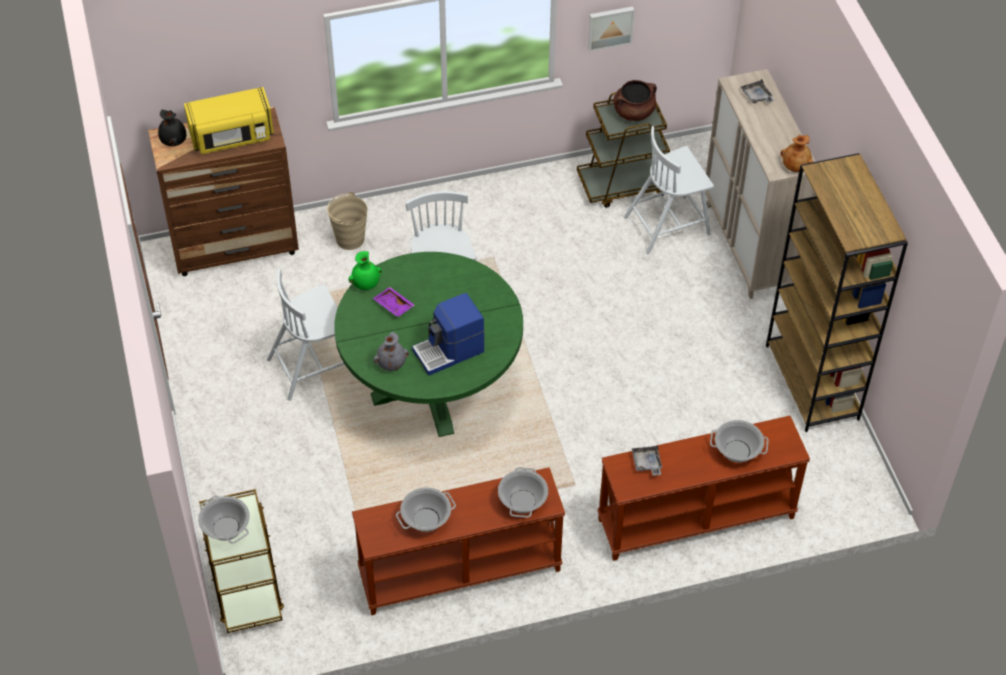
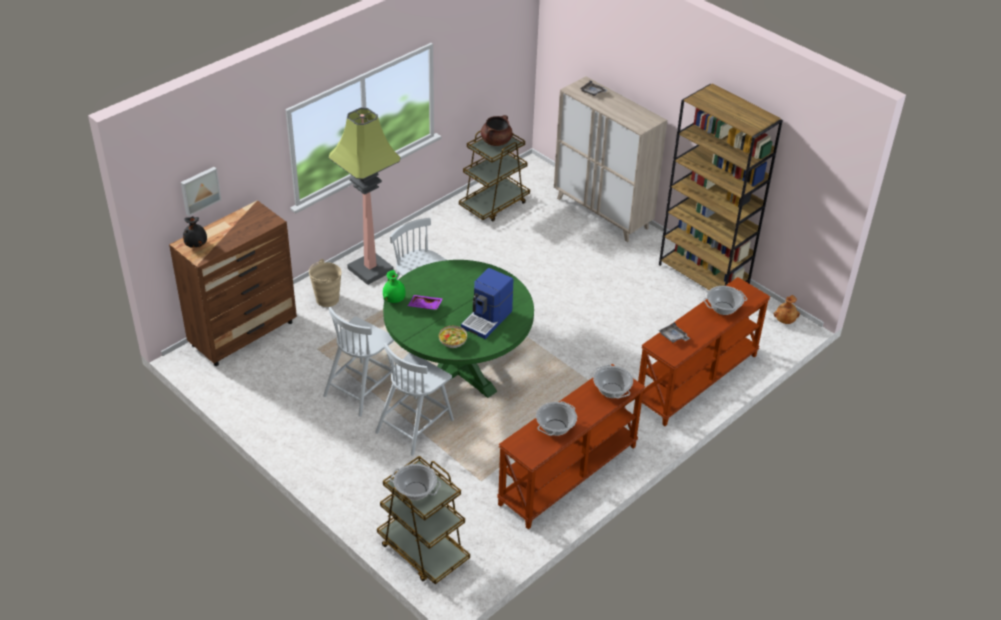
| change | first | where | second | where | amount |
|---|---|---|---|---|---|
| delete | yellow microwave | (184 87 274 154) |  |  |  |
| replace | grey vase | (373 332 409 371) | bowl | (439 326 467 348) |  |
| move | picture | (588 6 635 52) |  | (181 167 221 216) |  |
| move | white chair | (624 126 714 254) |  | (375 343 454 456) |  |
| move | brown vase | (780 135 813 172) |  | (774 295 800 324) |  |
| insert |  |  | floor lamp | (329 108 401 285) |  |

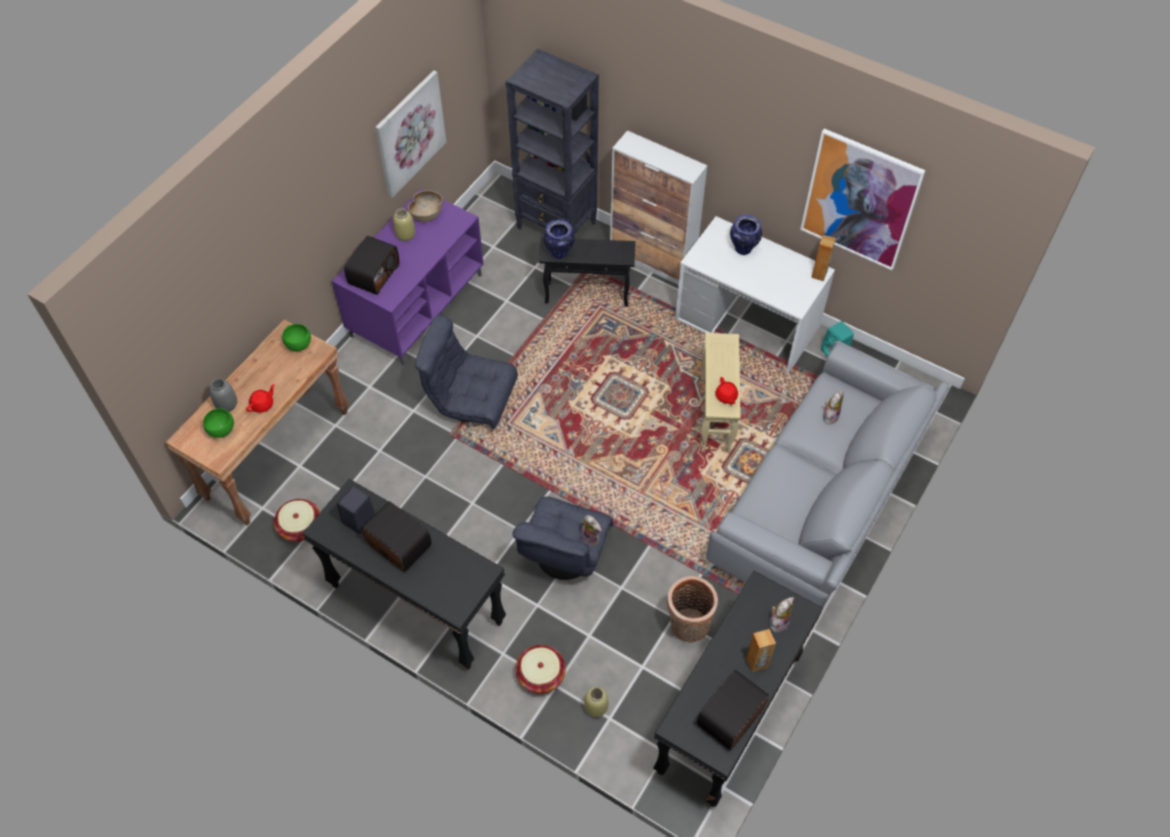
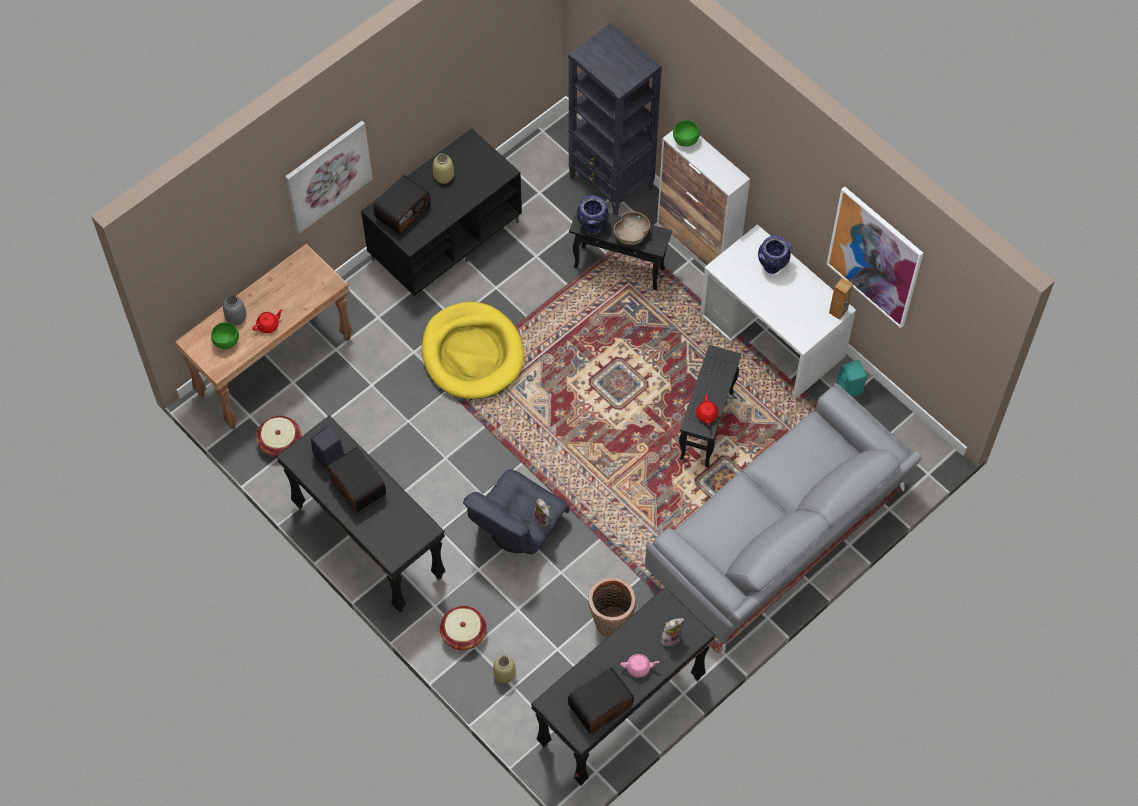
| change | first | where | second | where | amount |
|---|---|---|---|---|---|
| move | green bowl | (282 324 311 351) |  | (673 120 700 147) |  |
| recolor | purple tv stand | (332 189 483 365) | black tv stand | (361 128 522 302) |  |
| move | picture | (375 70 446 198) |  | (285 121 373 234) |  |
| move | brown bowl | (408 191 443 222) |  | (614 212 650 245) |  |
| replace | grey armchair | (415 315 518 429) | yellow dog bed | (422 302 524 399) |  |
| recolor | beige side table | (701 333 741 453) | black side table | (679 345 741 467) |  |
| replace | brown speaker | (746 629 776 672) | pink teapot | (620 654 659 678) |  |
| delete | plush toy | (823 391 843 425) |  |  |  |

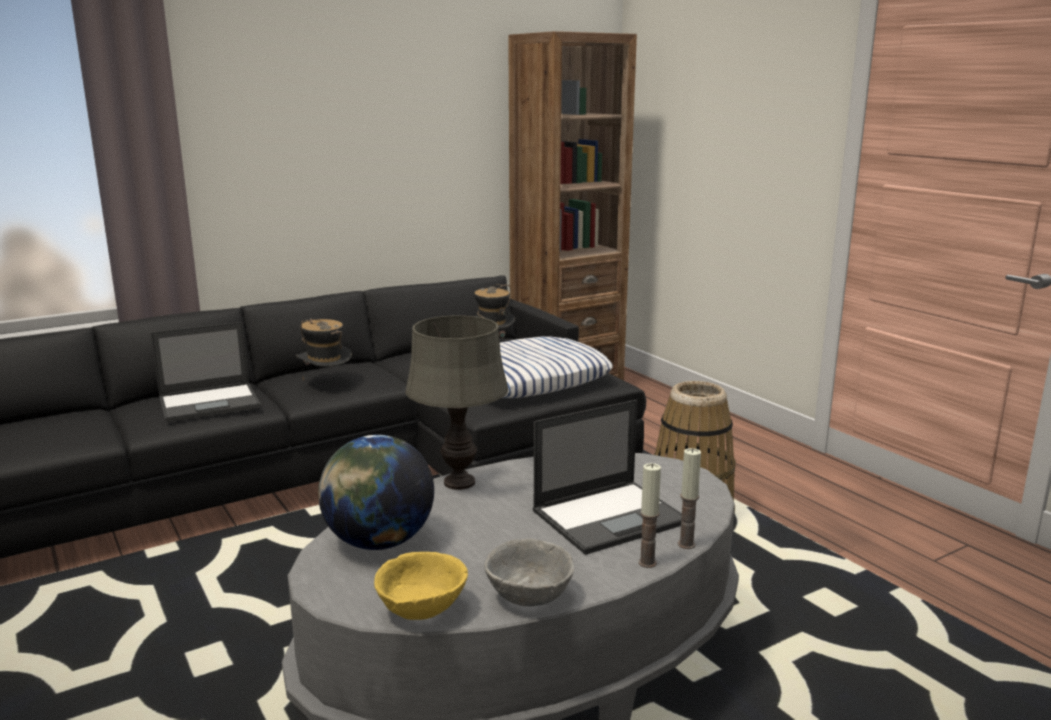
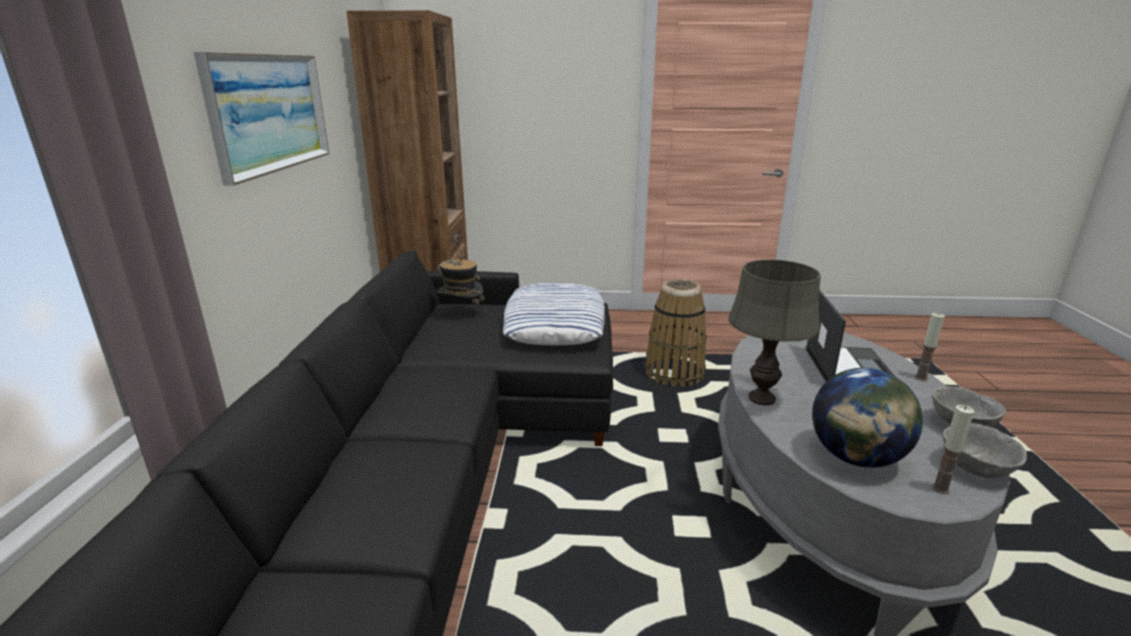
| change | first | where | second | where | amount |
|---|---|---|---|---|---|
| delete | laptop | (151 322 261 422) |  |  |  |
| delete | hat | (296 319 352 381) |  |  |  |
| recolor | yellow bowl | (374 552 468 620) | grey bowl | (943 423 1027 478) |  |
| move | candle | (678 448 701 549) |  | (931 405 974 494) |  |
| insert |  |  | picture | (194 52 329 186) |  |

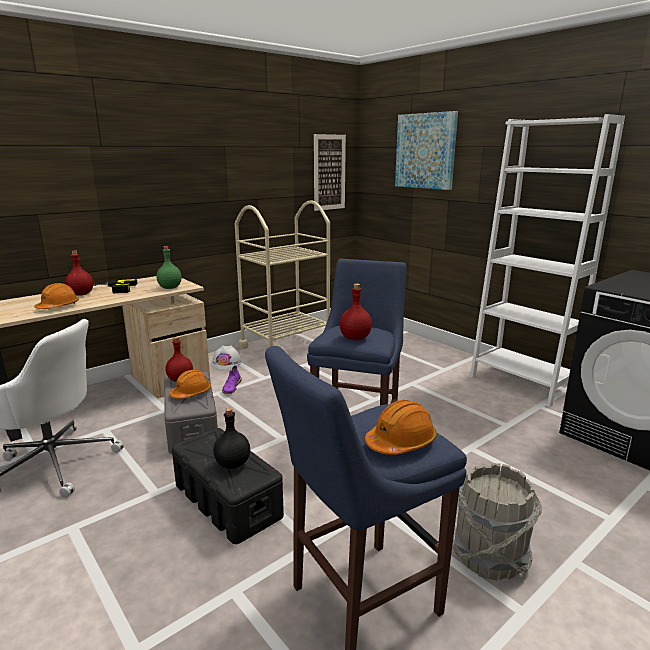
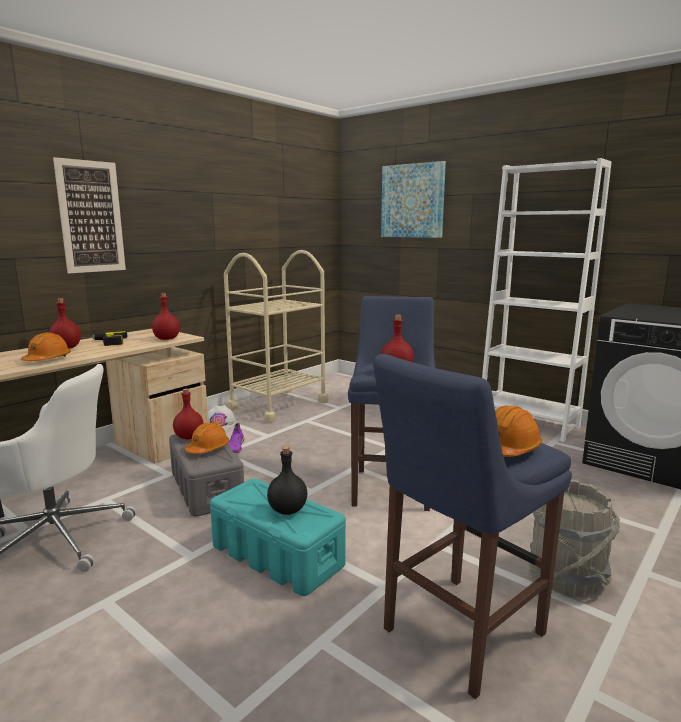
| change | first | where | second | where | amount |
|---|---|---|---|---|---|
| recolor | green bottle | (156 246 182 289) | red bottle | (152 293 180 340) |  |
| recolor | black storage box | (172 428 284 544) | turquoise storage box | (210 479 346 596) |  |
| move | picture | (314 134 346 211) |  | (53 157 126 274) |  |

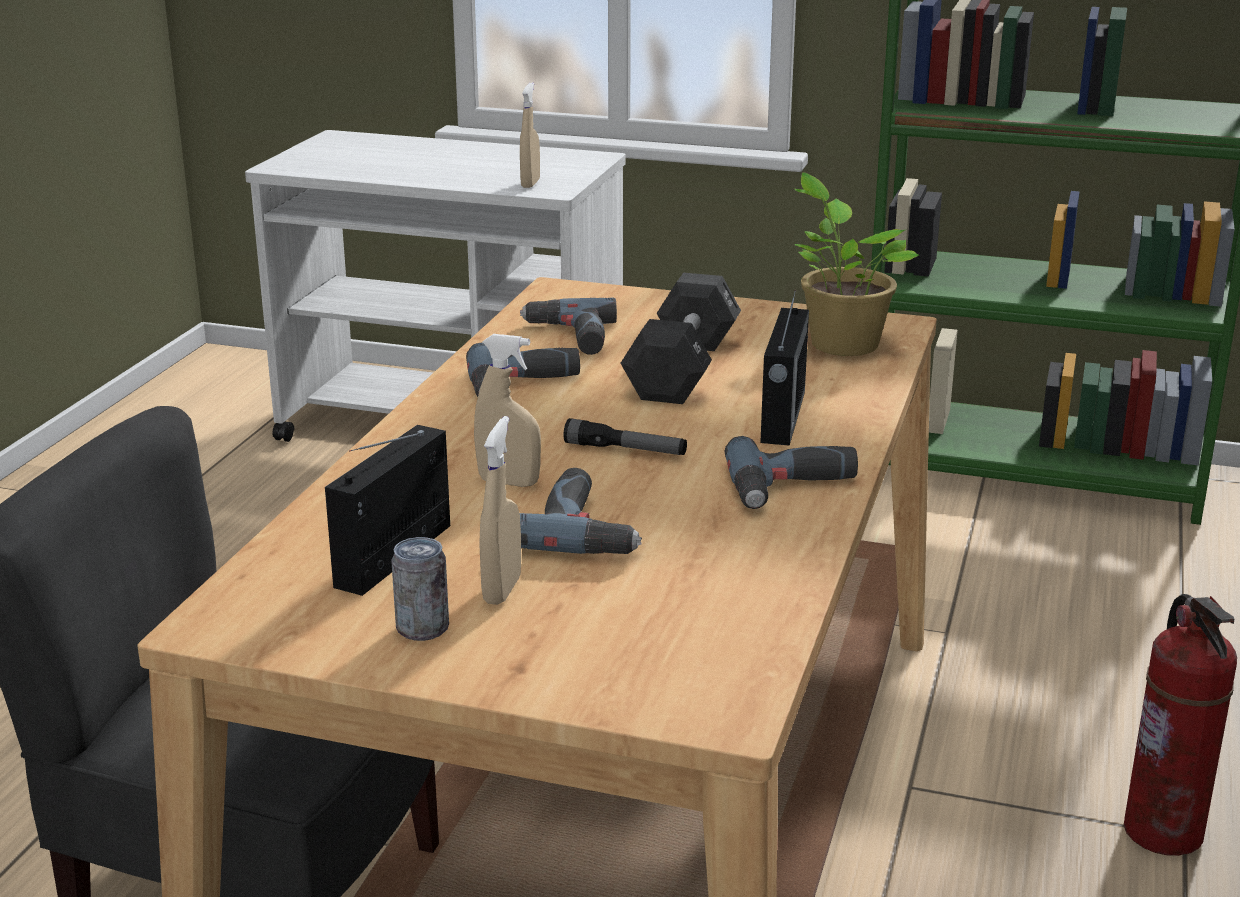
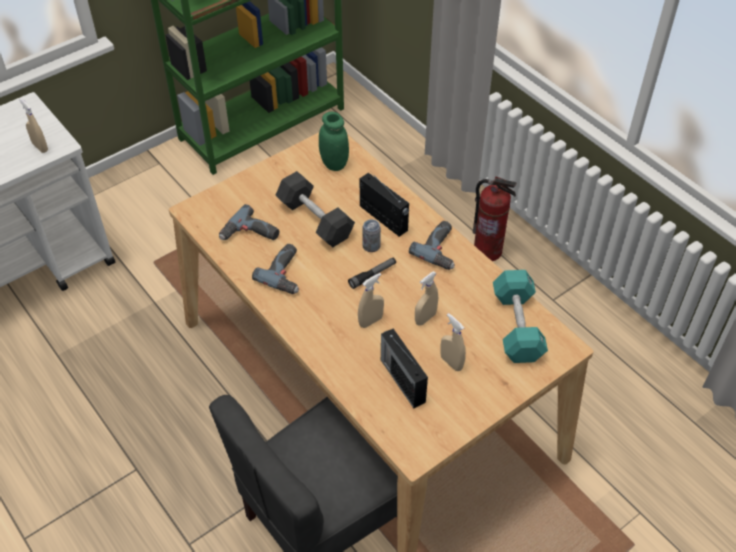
| change | first | where | second | where | amount |
|---|---|---|---|---|---|
| move | can | (391 537 449 641) |  | (362 219 381 252) |  |
| replace | power drill | (520 468 642 554) | beige spray bottle | (415 271 438 326) |  |
| replace | potted plant | (794 172 919 356) | green jar | (319 112 349 171) |  |
| insert |  |  | turquoise dumbbell | (493 270 548 363) |  |

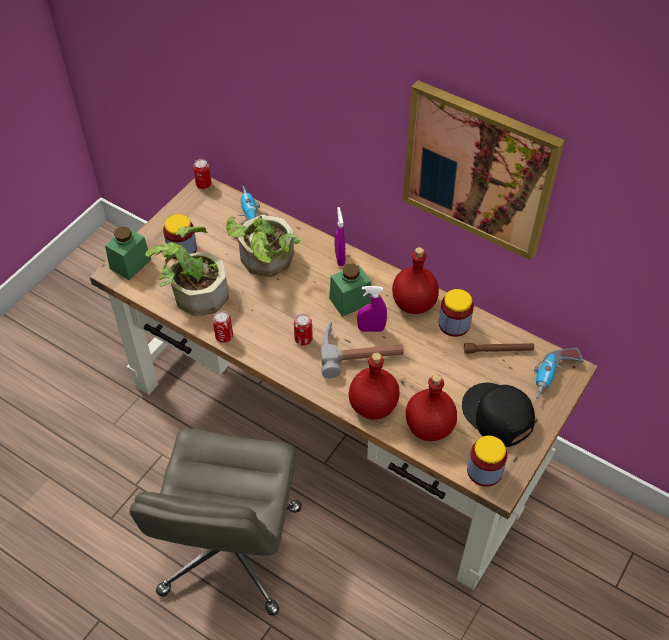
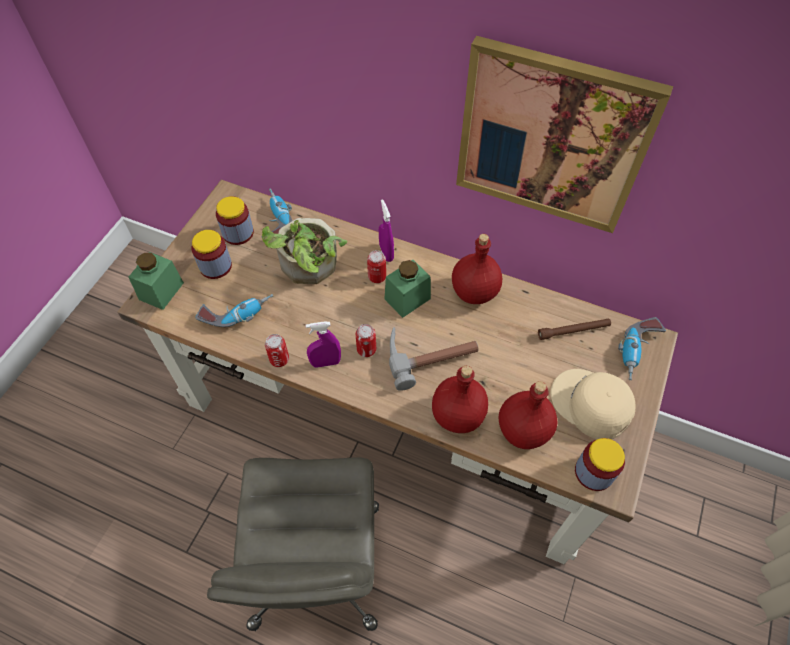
| change | first | where | second | where | amount |
|---|---|---|---|---|---|
| replace | potted plant | (145 226 229 316) | power drill | (195 294 273 327) |  |
| move | can | (193 159 212 189) |  | (367 250 386 283) |  |
| move | purple spray bottle | (357 286 387 332) |  | (306 321 341 368) |  |
| move | jar | (439 289 474 337) |  | (216 196 254 245) |  |
| recolor | black cap | (462 383 535 447) | beige cap | (551 369 636 440) |  |

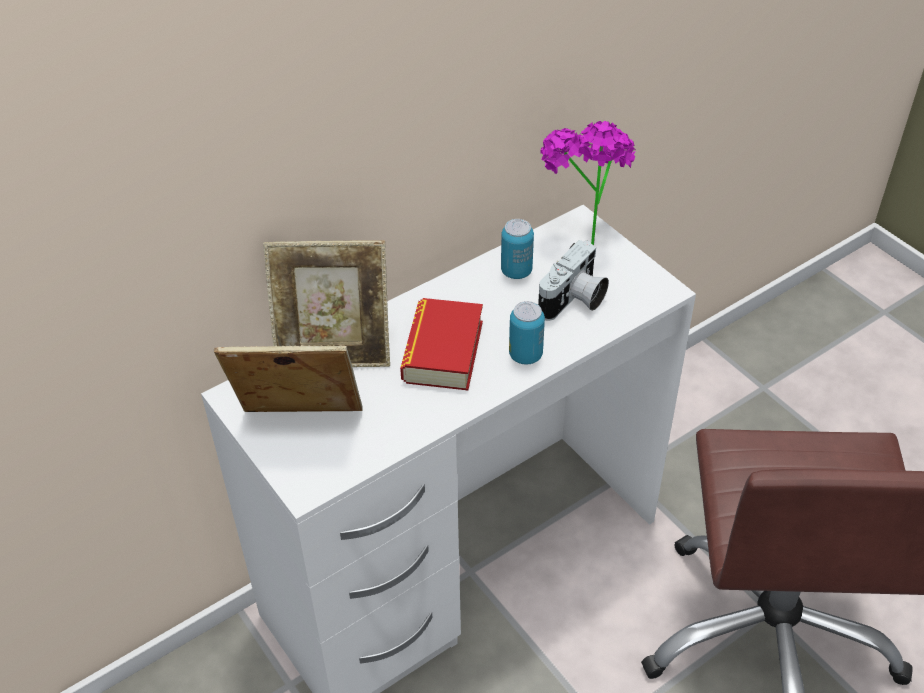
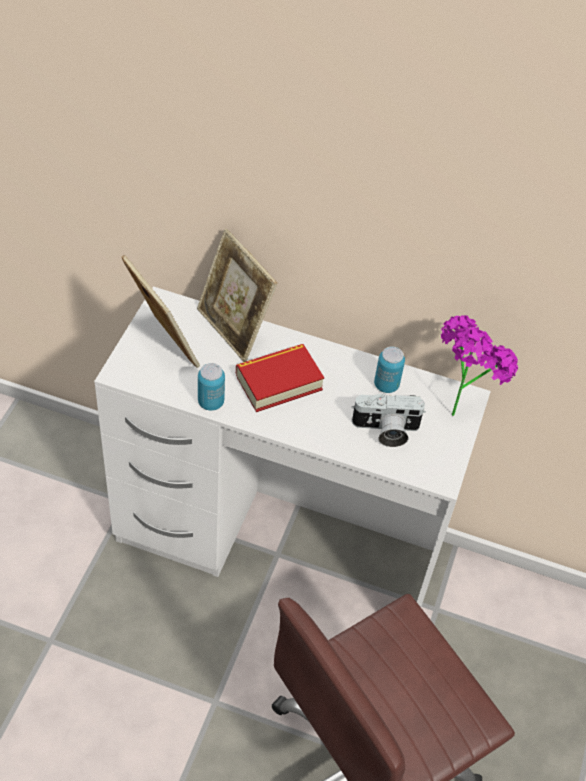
| change | first | where | second | where | amount |
|---|---|---|---|---|---|
| move | can | (509 301 545 365) |  | (198 363 225 411) |  |

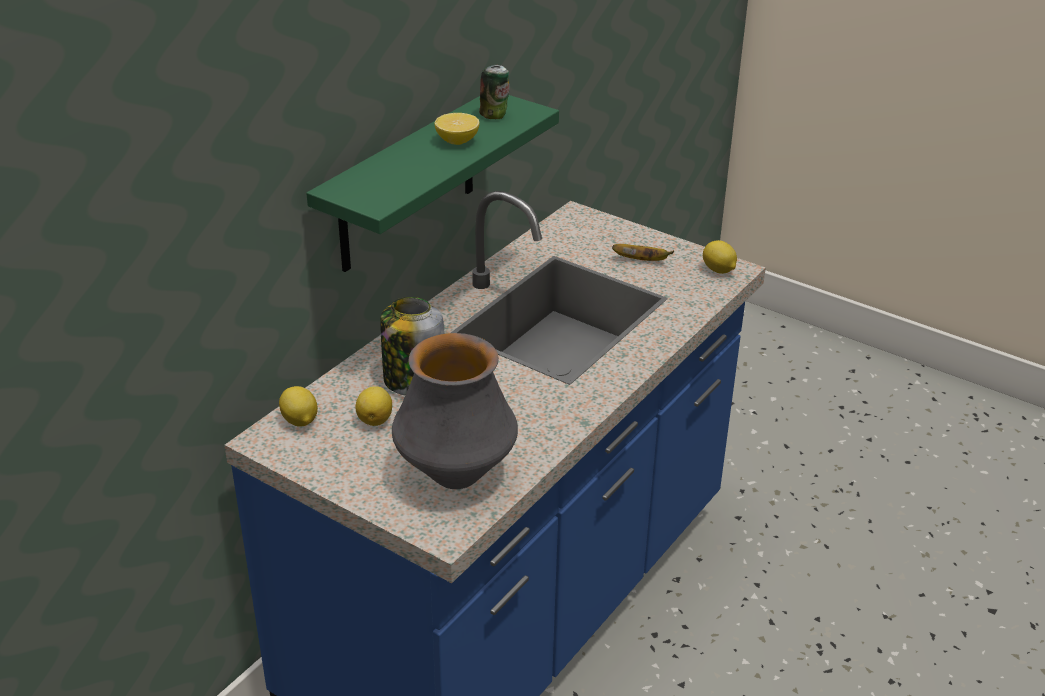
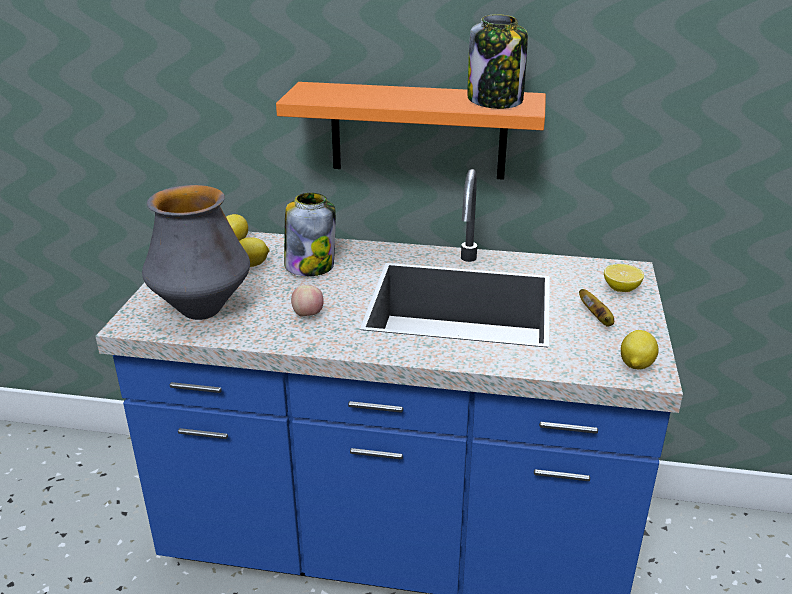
| change | first | where | second | where | amount |
|---|---|---|---|---|---|
| recolor | green shelf | (306 95 559 272) | orange shelf | (276 82 546 180) |  |
| move | lemon | (435 113 480 145) |  | (604 264 644 292) |  |
| replace | can | (479 65 510 119) | jar | (467 14 528 109) |  |
| insert |  |  | apple | (291 285 324 317) |  |

